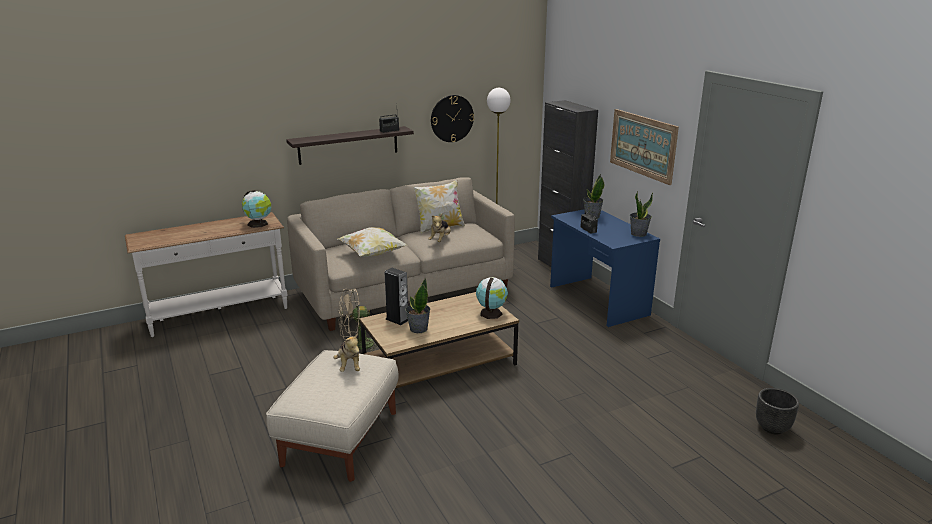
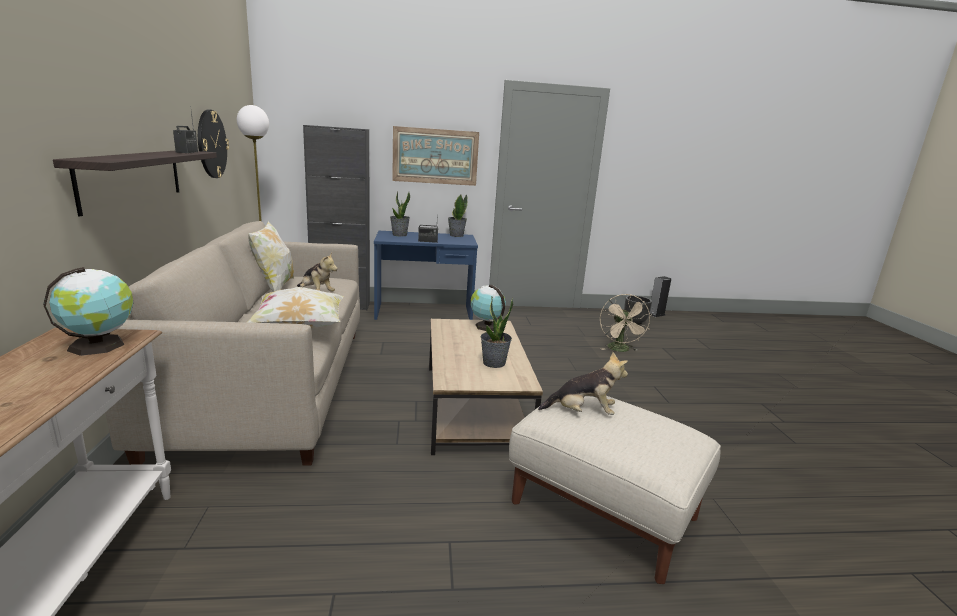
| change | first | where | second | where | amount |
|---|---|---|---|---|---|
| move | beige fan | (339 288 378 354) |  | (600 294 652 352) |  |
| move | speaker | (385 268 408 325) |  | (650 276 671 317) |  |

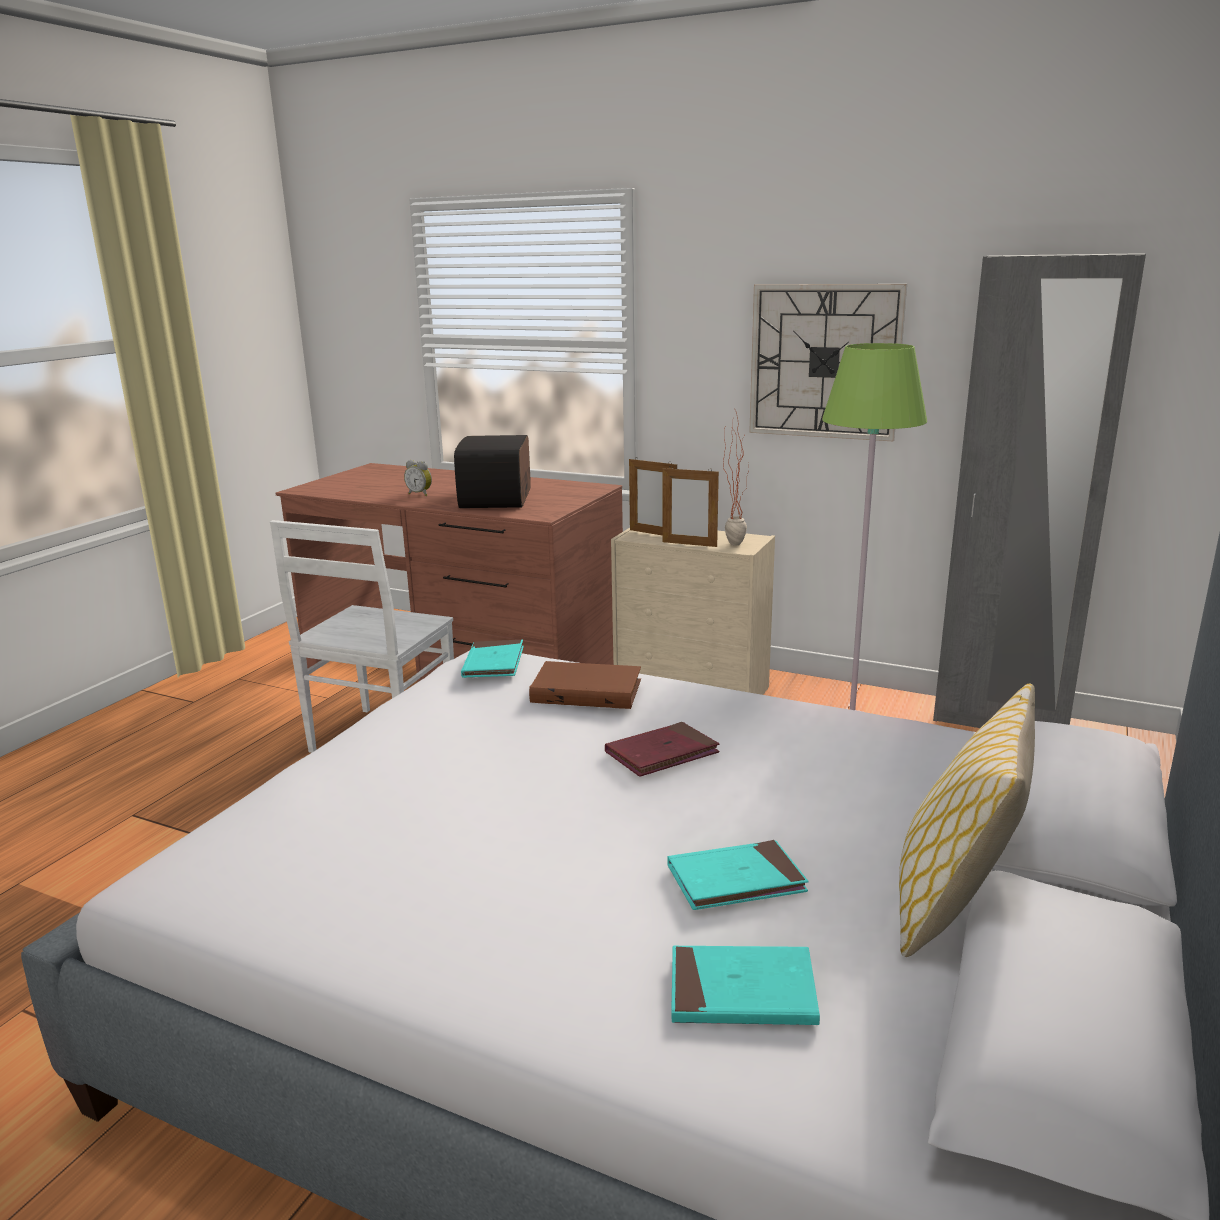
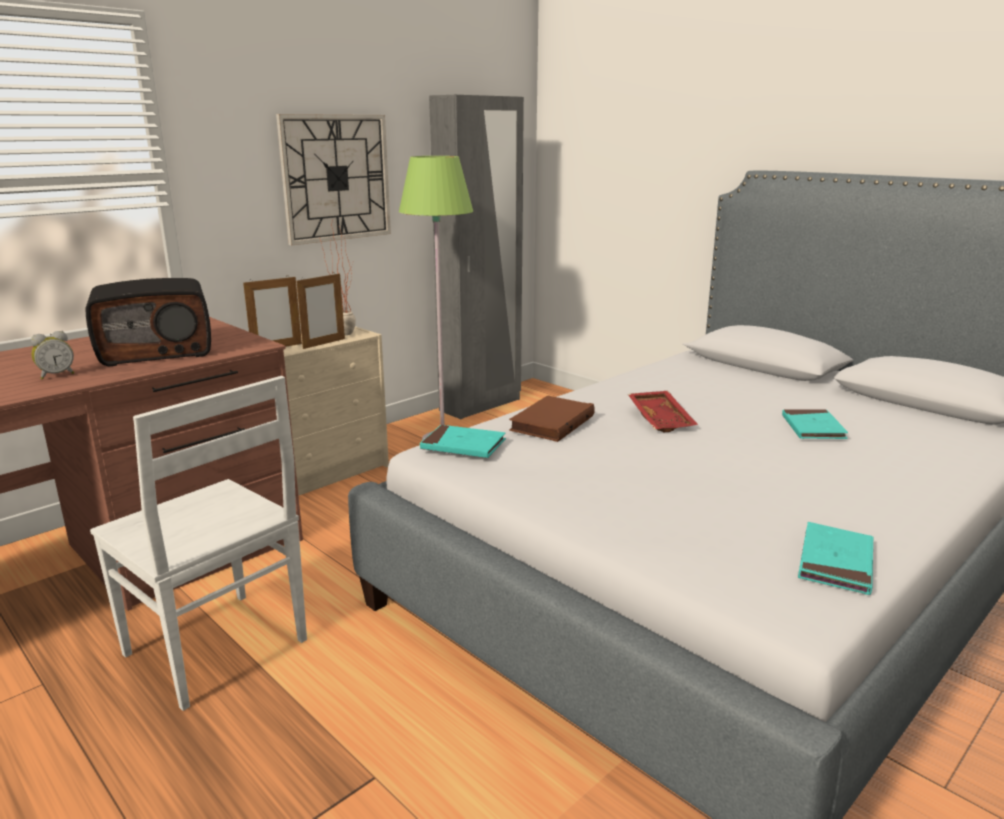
| change | first | where | second | where | amount |
|---|---|---|---|---|---|
| rotate | radio | (454 435 531 508) |  | (86 278 211 366) | 45 degrees counterclockwise |
| replace | red book | (605 722 719 777) | red tray | (628 391 698 432) |  |
| move | turquoise book | (671 946 820 1025) |  | (798 522 873 595) |  |
| delete | pillow | (899 683 1035 957) |  |  |  |

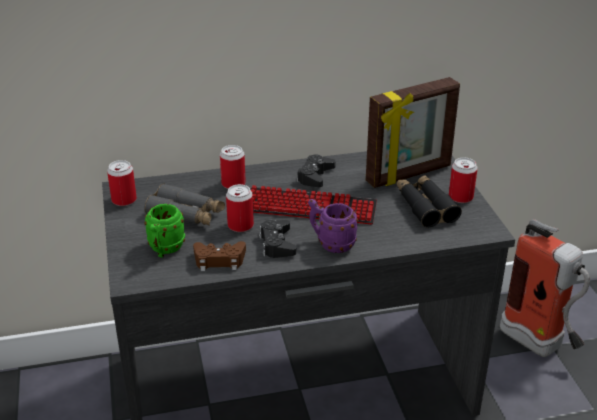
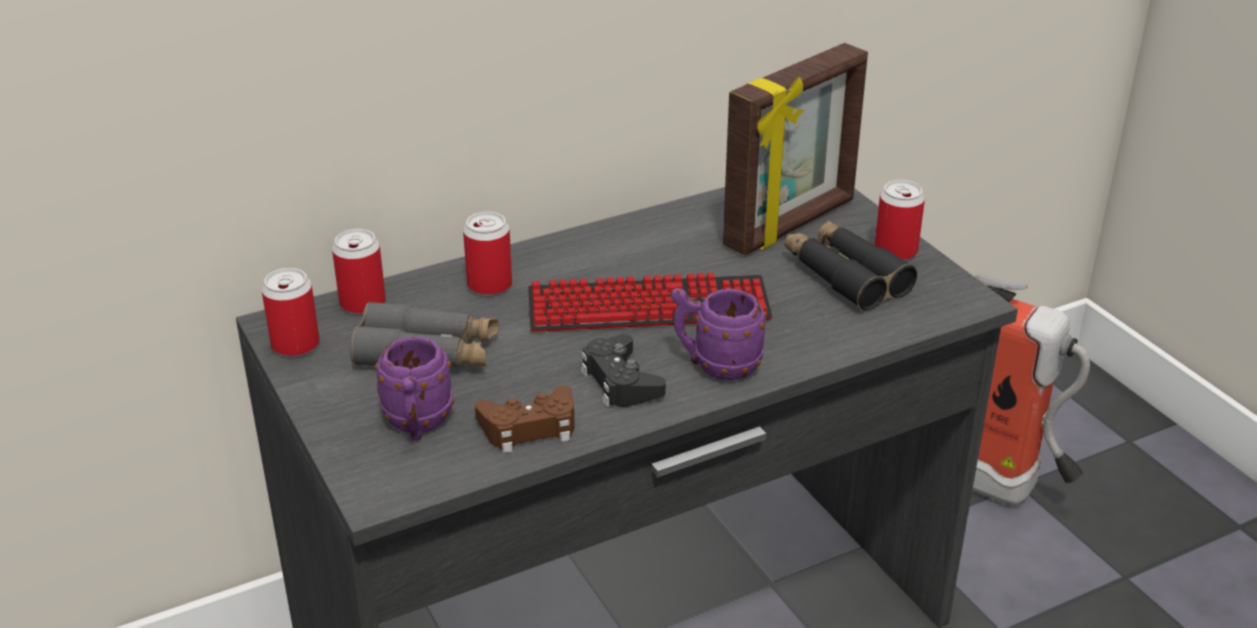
| change | first | where | second | where | amount |
|---|---|---|---|---|---|
| recolor | green mug | (144 204 185 257) | purple mug | (375 337 454 440) |  |
| move | can | (226 184 254 232) |  | (332 229 386 314) |  |
| delete | black game controller | (297 154 336 187) |  |  |  |

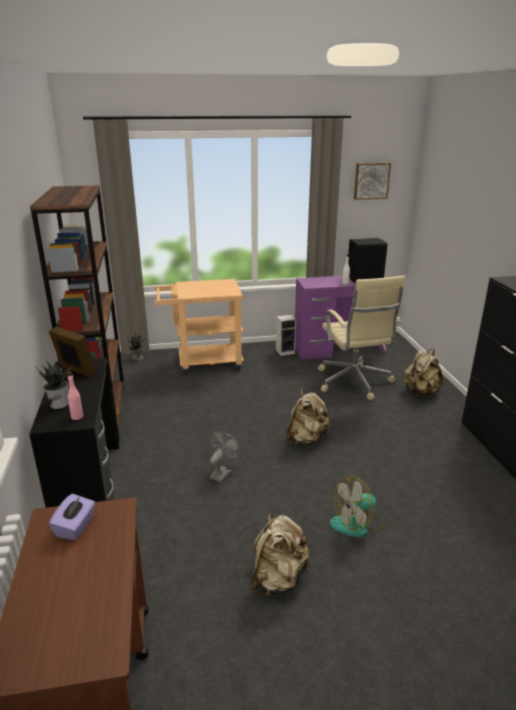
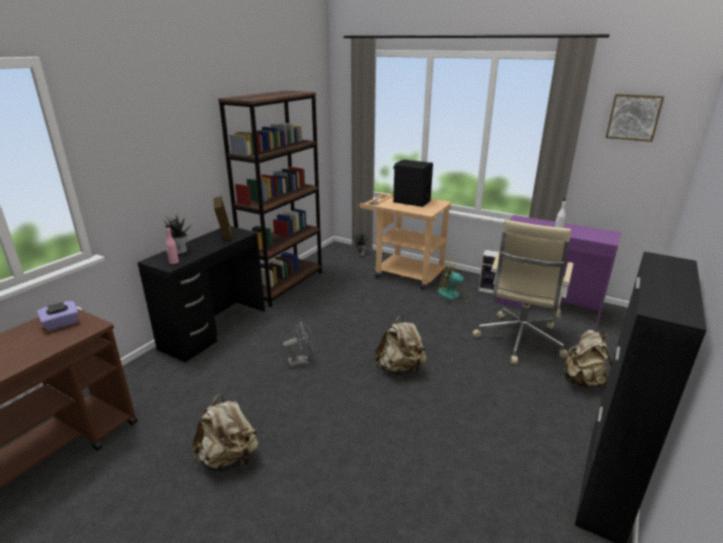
| change | first | where | second | where | amount |
|---|---|---|---|---|---|
| move | fan | (330 475 385 537) |  | (438 258 472 302) |  |
| move | black speaker | (348 238 388 283) |  | (393 159 433 207) |  |

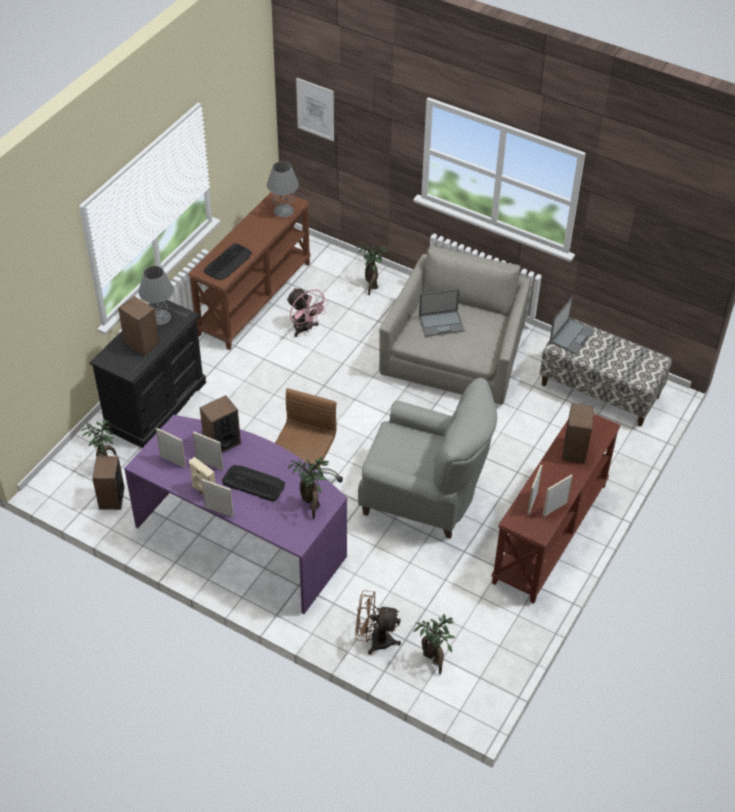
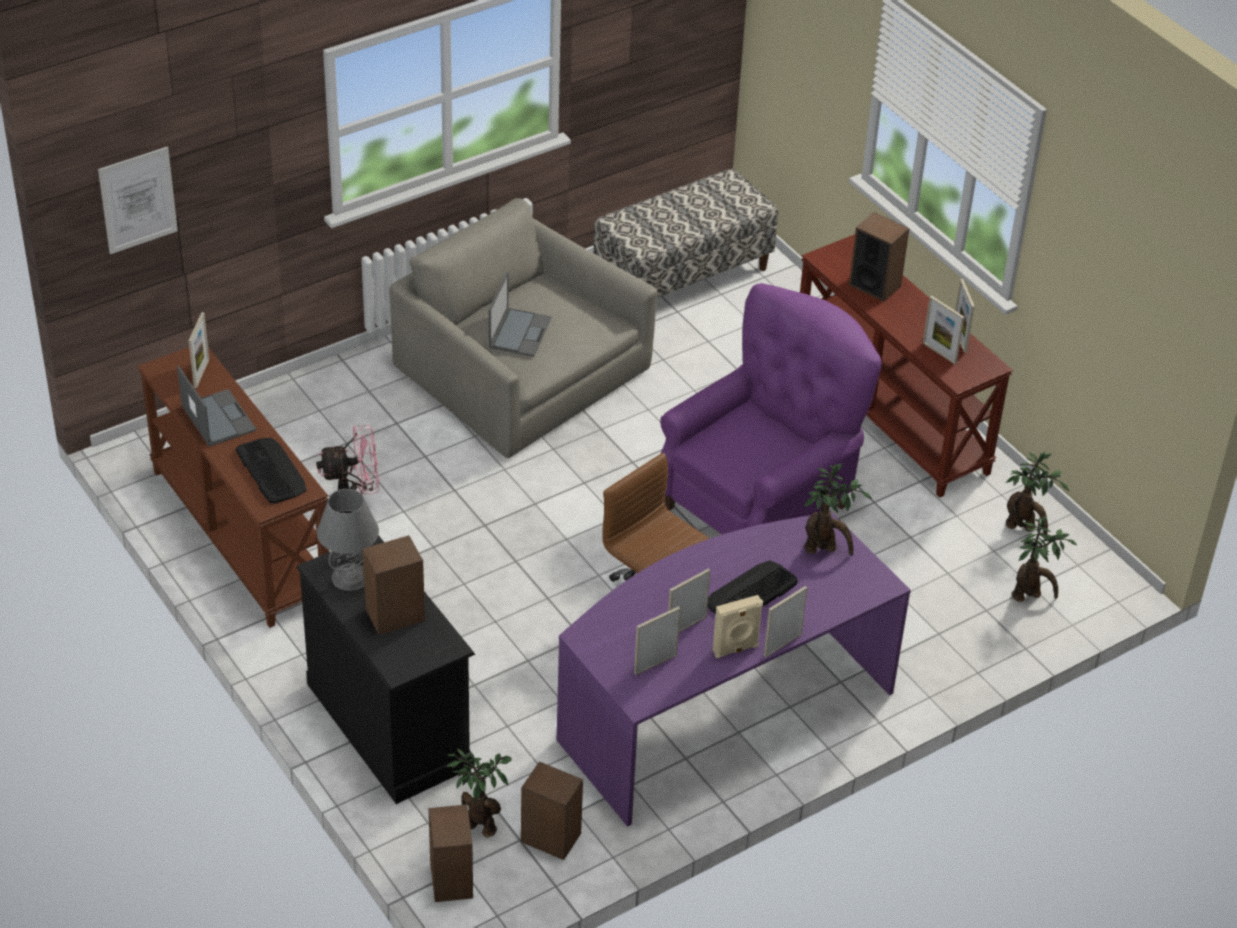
| change | first | where | second | where | amount |
|---|---|---|---|---|---|
| move | speaker | (200 395 241 453) |  | (429 805 473 902) |  |
| replace | grey table lamp | (267 161 299 217) | picture frame | (188 312 209 388) |  |
| delete | brown fan | (355 590 401 655) |  |  |  |
| move | potted plant | (357 242 389 295) |  | (1006 452 1069 540) |  |
| recolor | grey armchair | (358 378 497 539) | purple armchair | (660 283 882 535) |  |
| move | laptop | (550 296 595 354) |  | (177 366 256 447) |  |

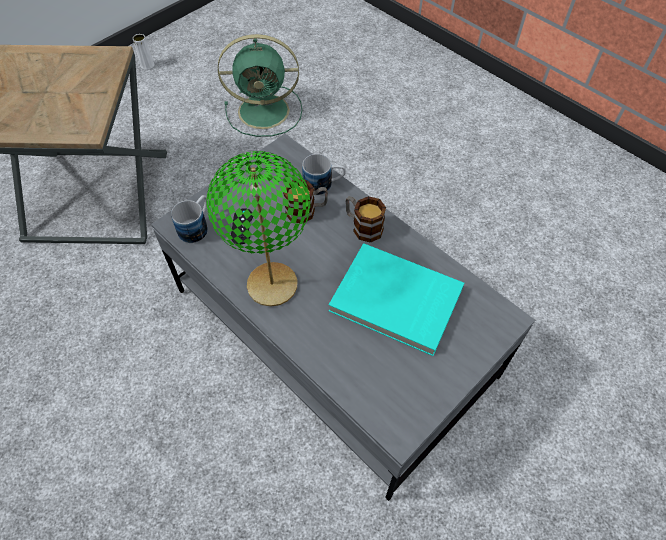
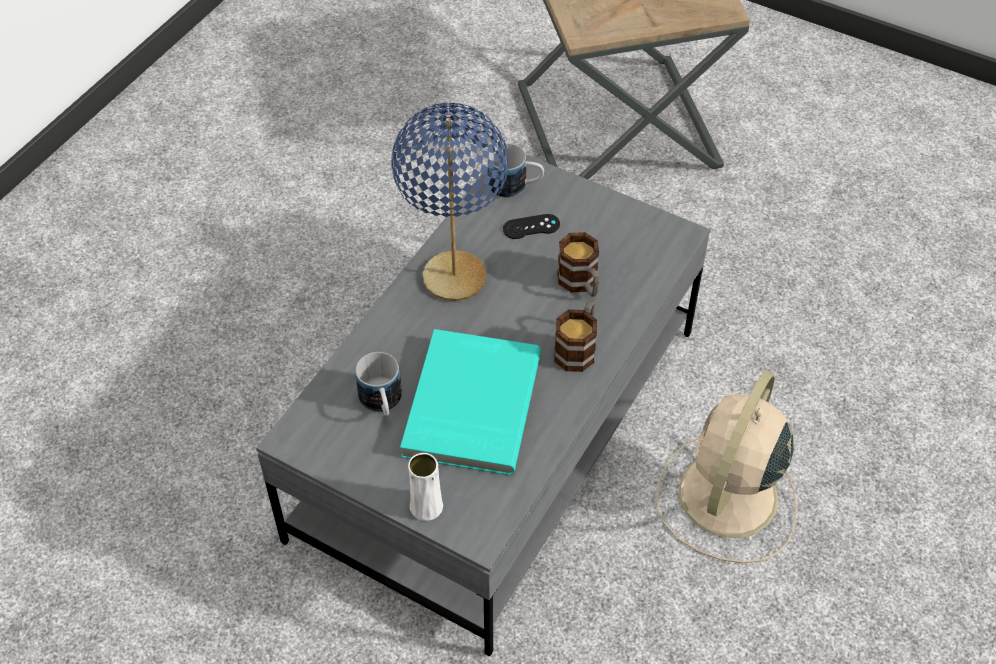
| change | first | where | second | where | amount |
|---|---|---|---|---|---|
| move | white vase | (133 34 154 70) |  | (408 453 443 521) |  |
| recolor | green table lamp | (206 151 310 307) | blue table lamp | (391 103 509 301) |  |
| delete | green fan | (218 34 302 137) |  |  |  |
| move | mug | (302 154 346 195) |  | (355 352 402 416) |  |
| insert |  |  | beige fan | (656 371 797 563) |  |

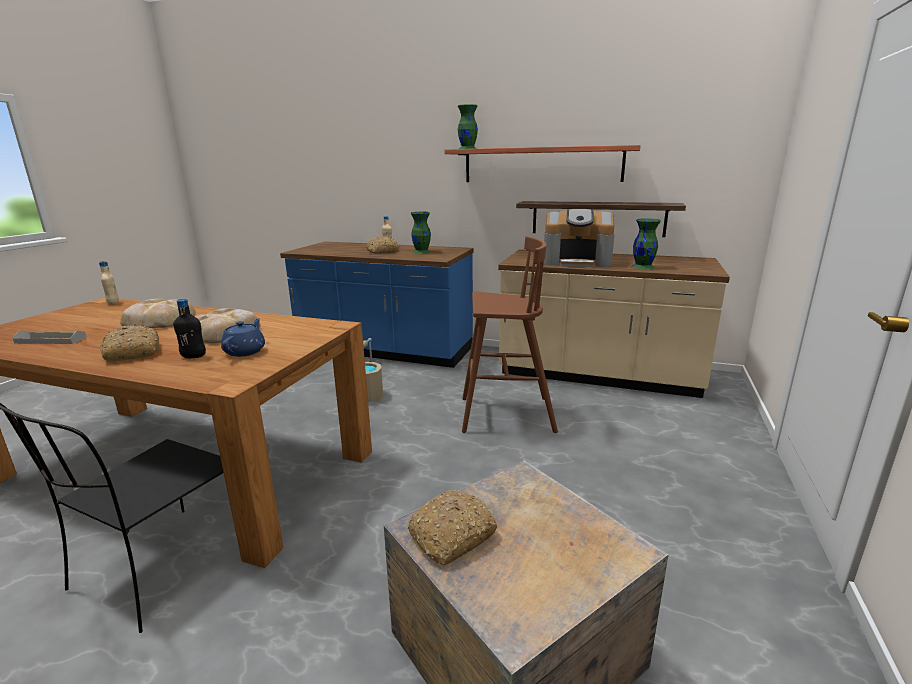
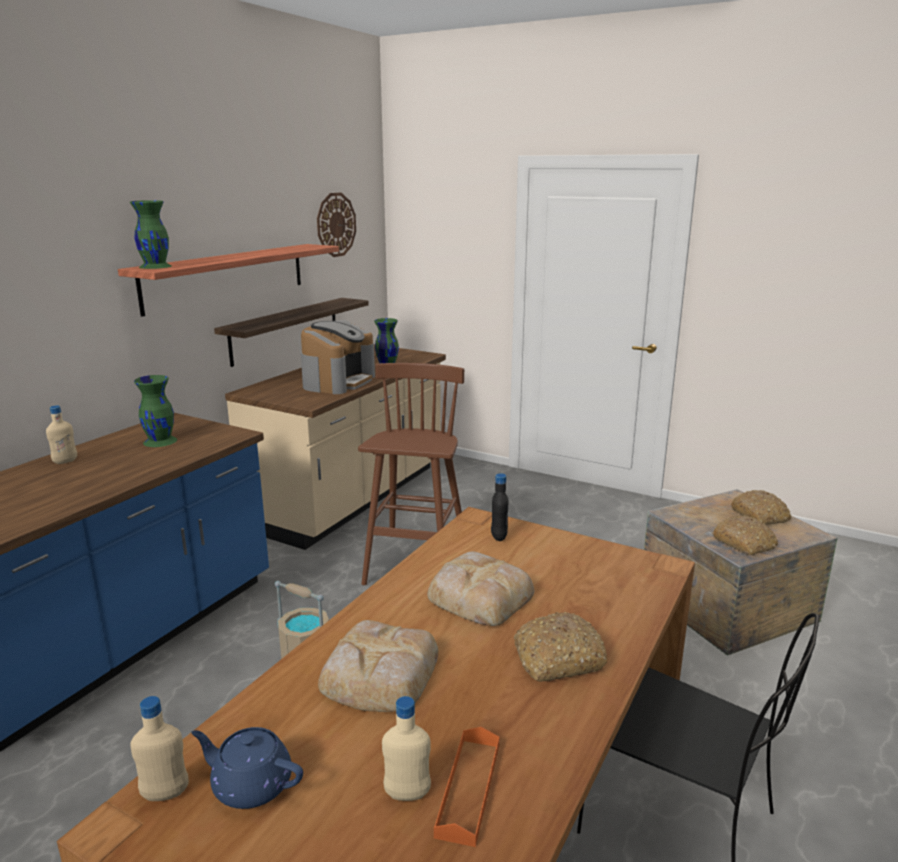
| change | first | where | second | where | amount |
|---|---|---|---|---|---|
| recolor | grey tray | (12 330 87 344) | orange tray | (434 727 499 847) |  |
| move | black bottle | (173 299 206 358) |  | (491 473 508 541) |  |
| move | blue teapot | (221 318 265 357) |  | (191 727 303 809) |  |
| move | bread | (366 236 399 254) |  | (731 490 791 525) |  |
| insert |  |  | wall clock | (317 193 356 257) |  |
| insert |  |  | beige bottle | (382 696 431 801) |  |

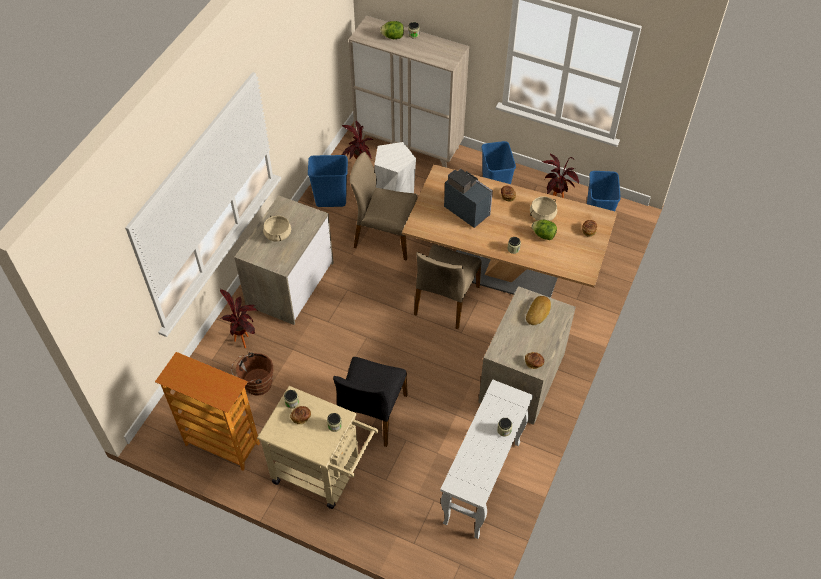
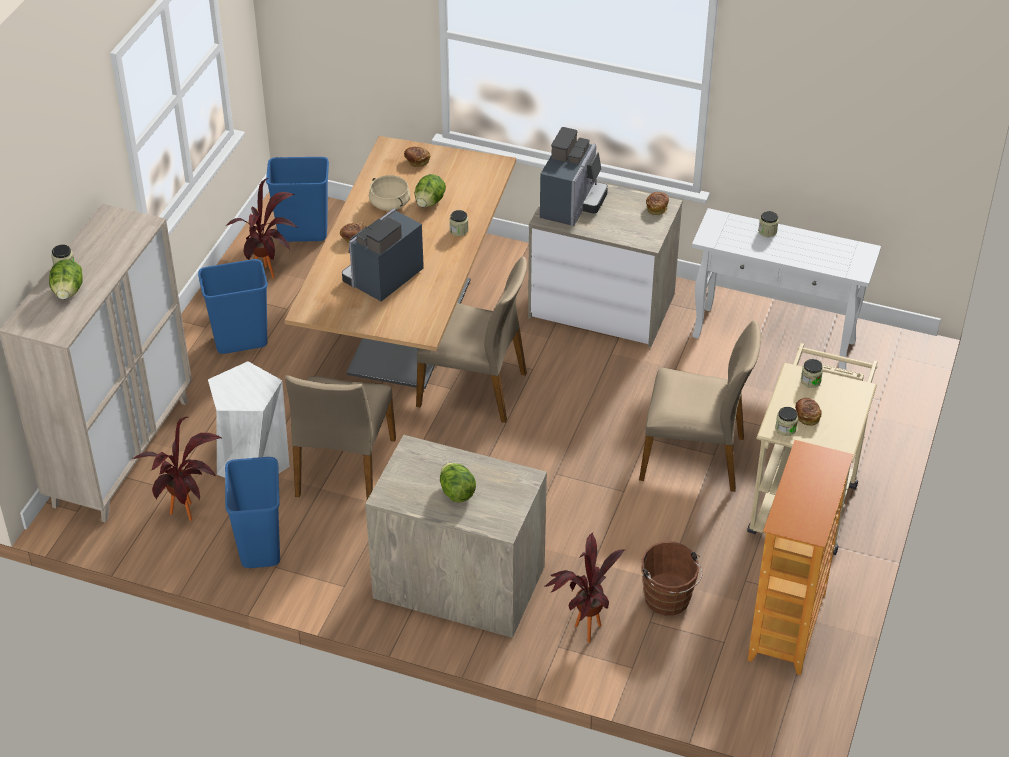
| change | first | where | second | where | amount |
|---|---|---|---|---|---|
| replace | beige cooking pot | (263 216 291 242) | lettuce | (440 463 476 502) |  |
| recolor | black chair | (333 357 408 447) | beige chair | (639 320 761 492) |  |
| replace | bread | (526 296 551 325) | coffee machine | (540 127 608 226) |  |

